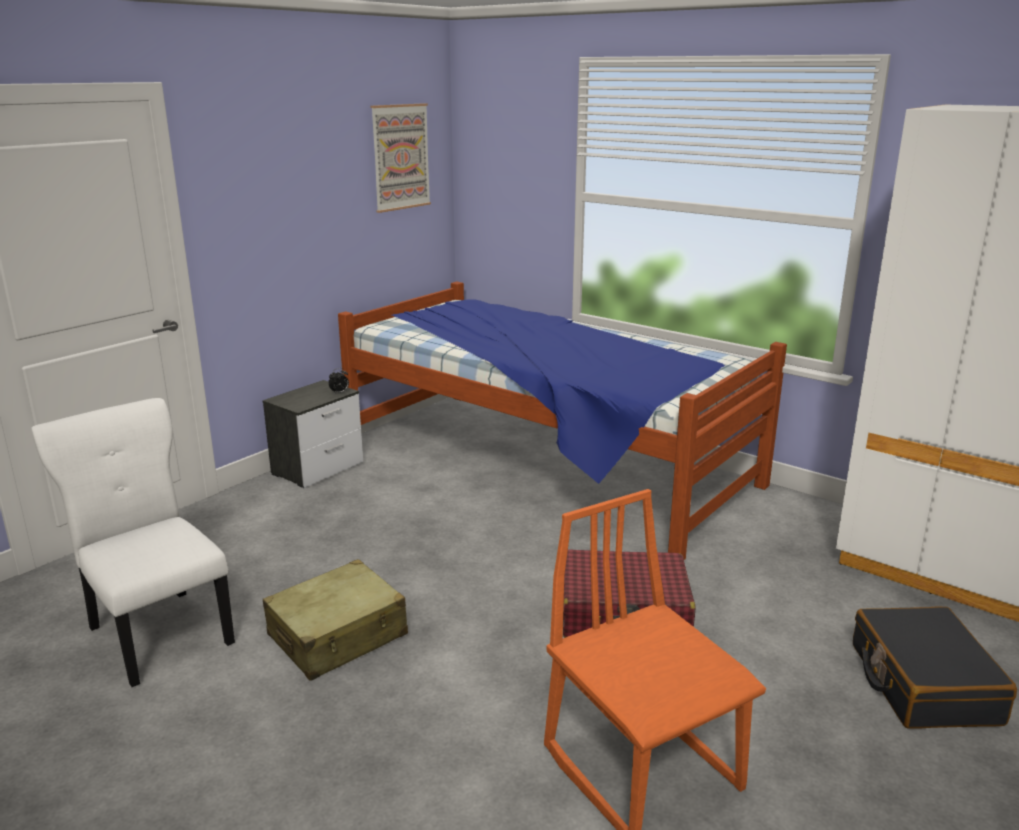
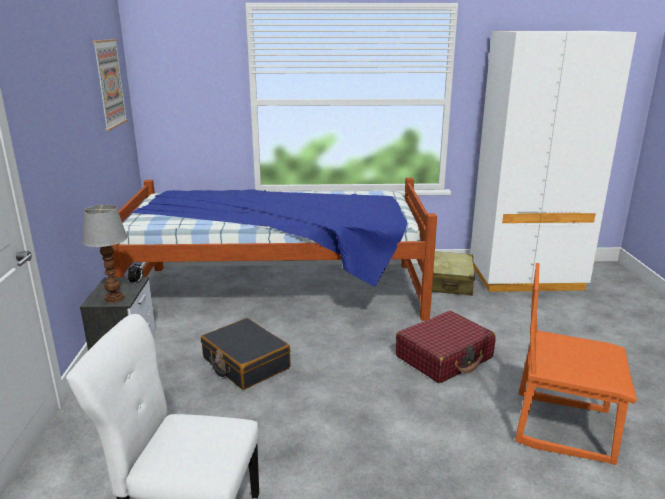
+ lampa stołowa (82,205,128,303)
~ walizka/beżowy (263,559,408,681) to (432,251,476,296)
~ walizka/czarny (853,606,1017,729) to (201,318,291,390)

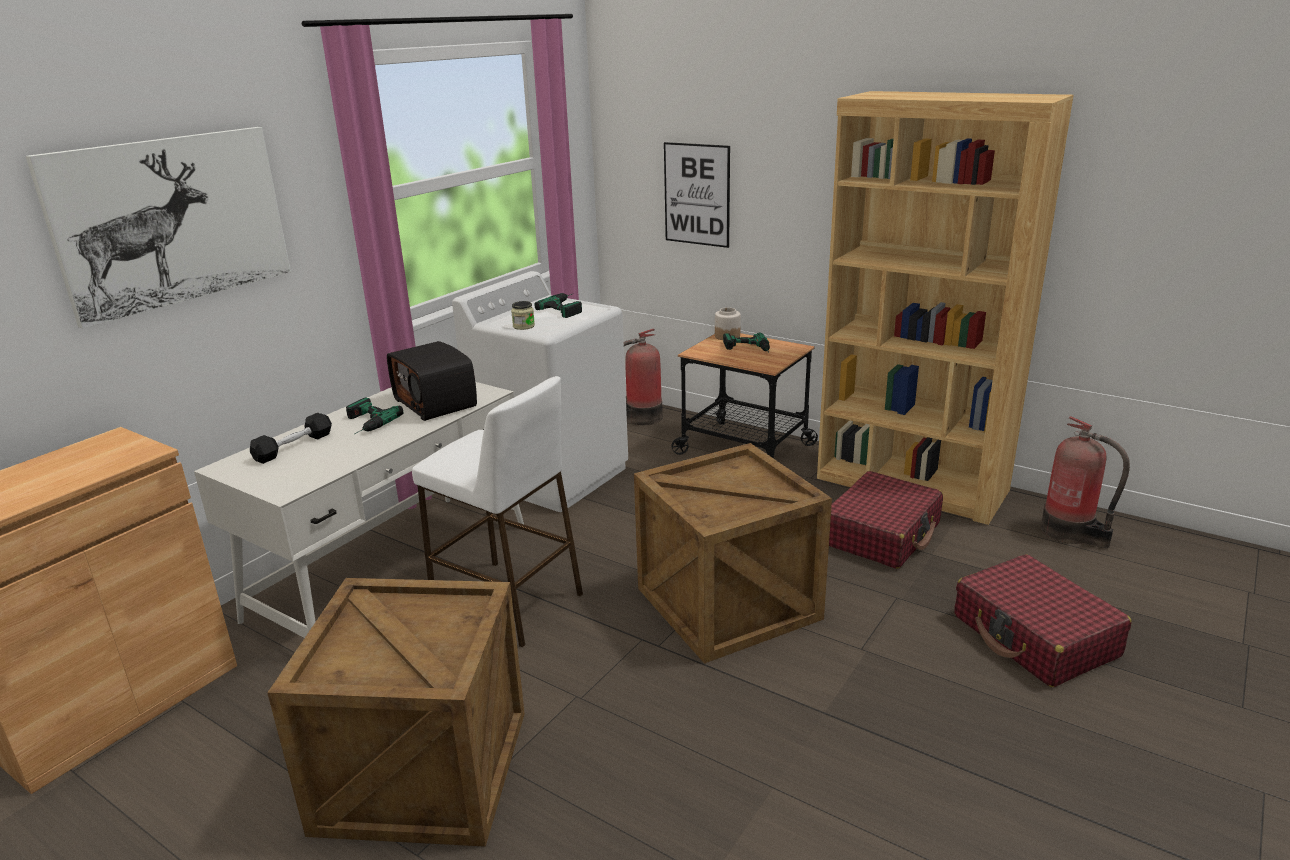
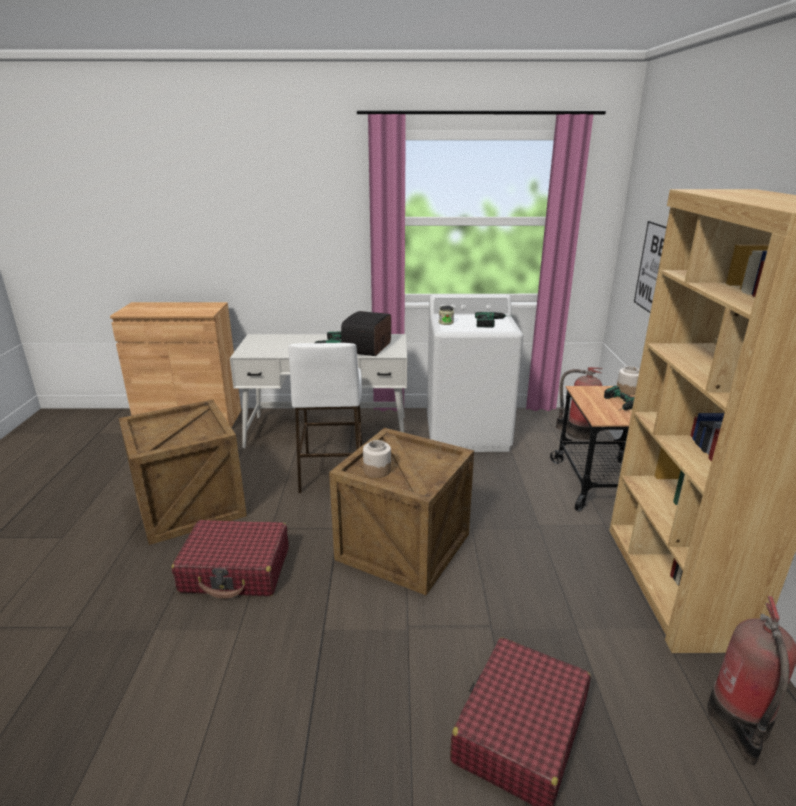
- obraz (26,127,291,328)
- hantel/czarny (250,413,332,464)
+ słoik (363,440,391,478)
~ walizka/czerwony (829,471,943,569) to (172,520,289,599)

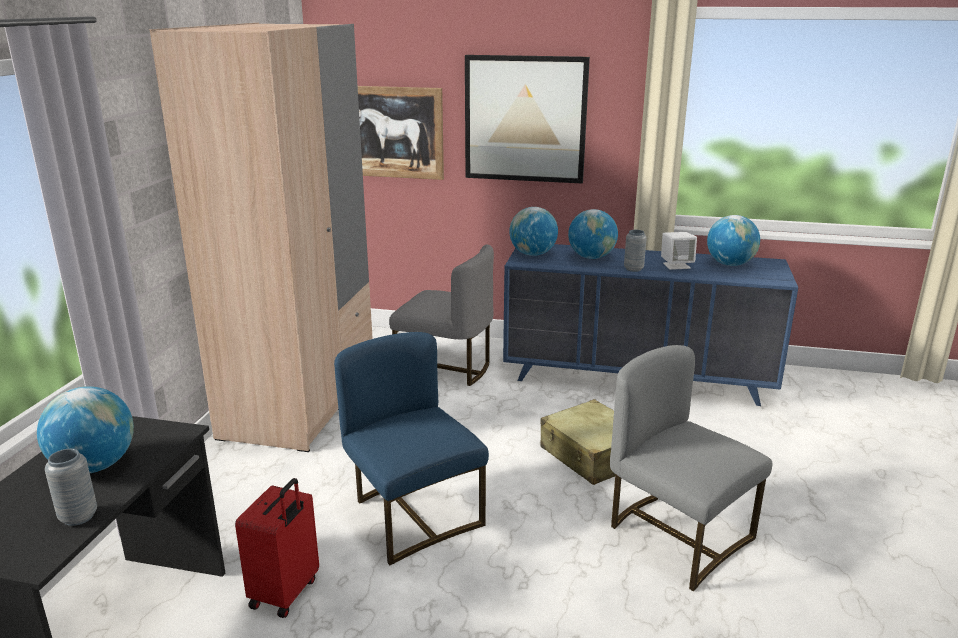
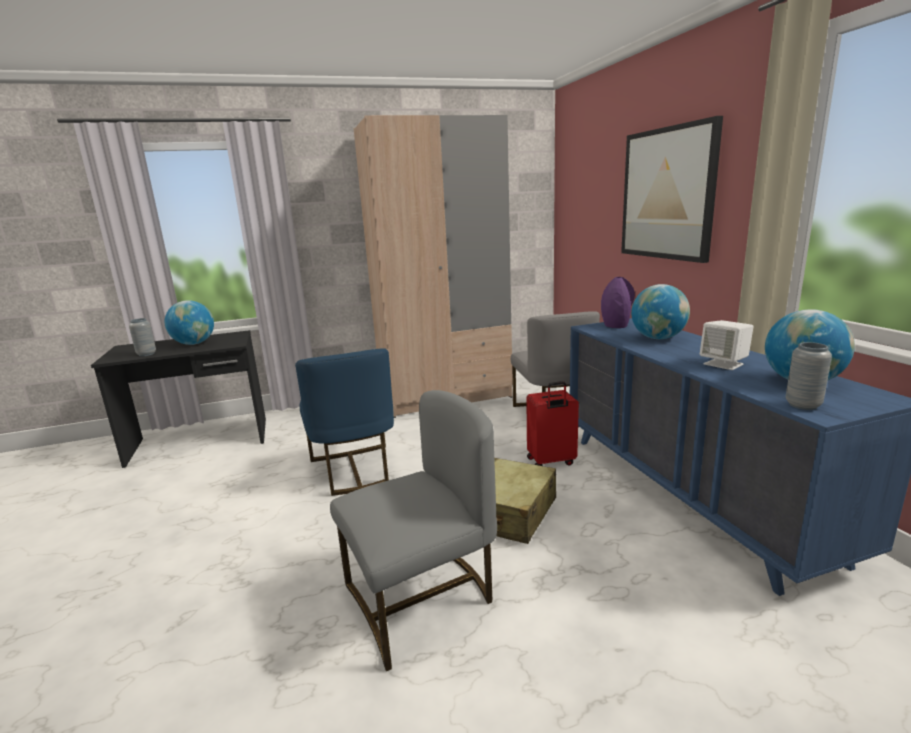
- obraz (358,86,444,180)
~ walizka/czerwony (235,478,319,618) to (526,381,579,466)
~ wazon/szary (624,230,647,272) to (786,342,832,410)
~ globus (509,207,558,256) to wazon/fioletowy (601,277,635,328)
~ krzesło/niebieski (334,332,489,565) = (295,348,394,496) 135 degrees clockwise
~ krzesło/szary (610,345,773,591) = (330,390,497,671) 45 degrees clockwise

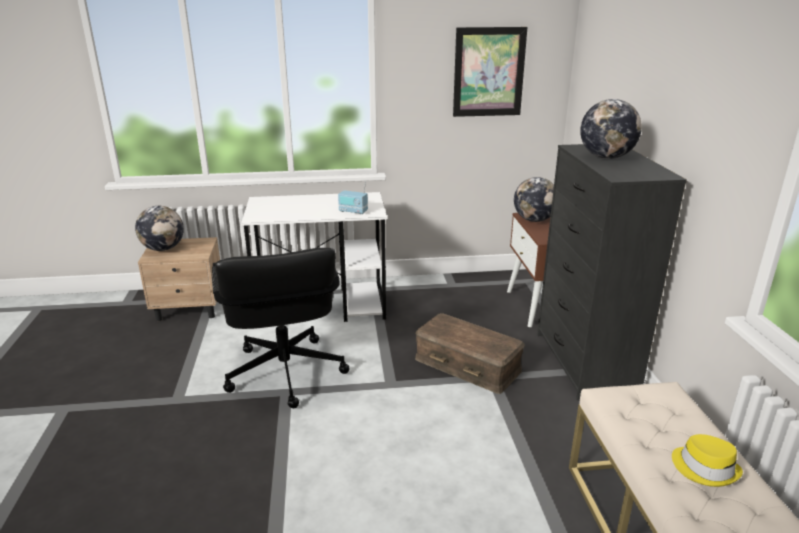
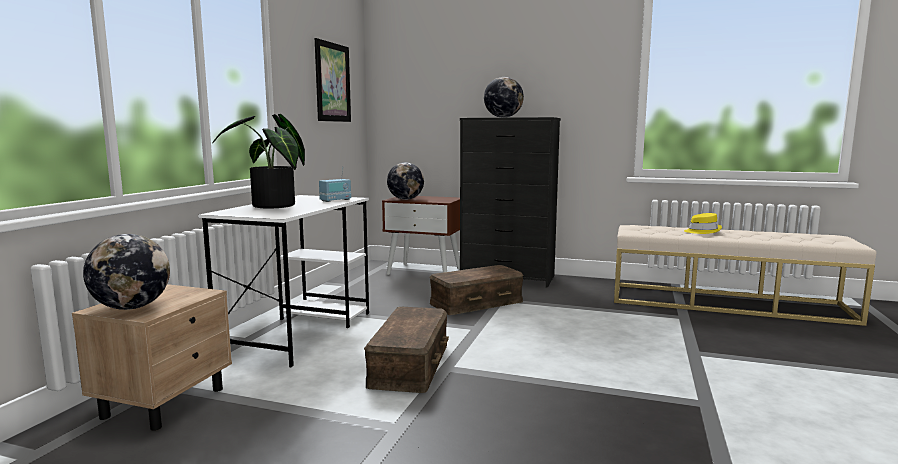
+ roślina doniczkowa (213,114,305,208)
~ krzesło biurowe/czarny (212,248,349,408) to pojemnik do przechowywania/brązowy (364,307,449,393)

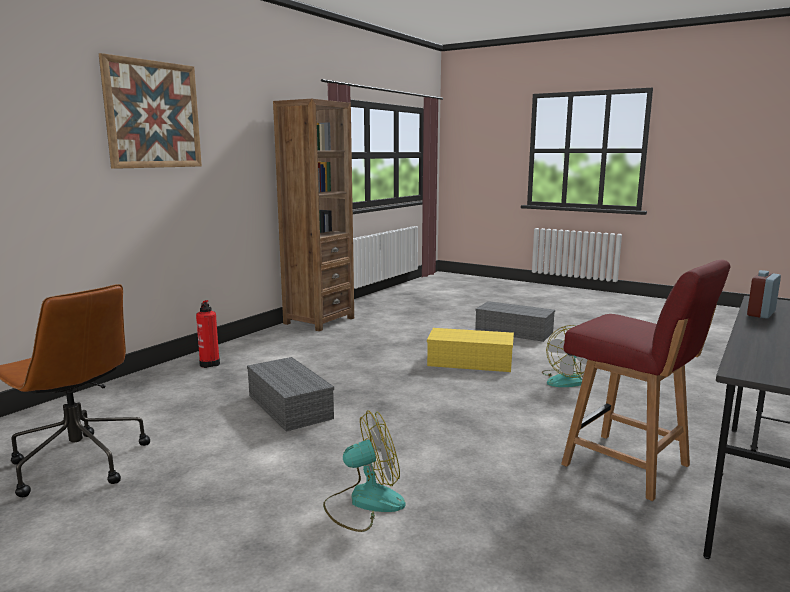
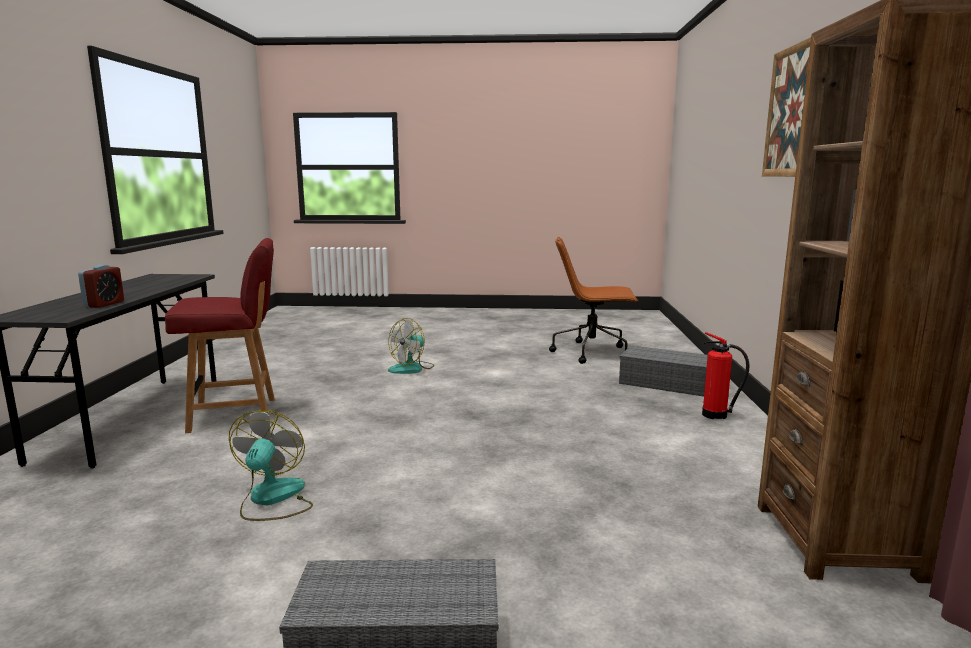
- pojemnik do przechowywania/żółty (427,328,514,372)
~ pojemnik do przechowywania/szary (247,357,334,432) to (619,345,708,397)
~ krzesło/czerwony (561,260,730,501) = (165,238,275,433) 150 degrees clockwise

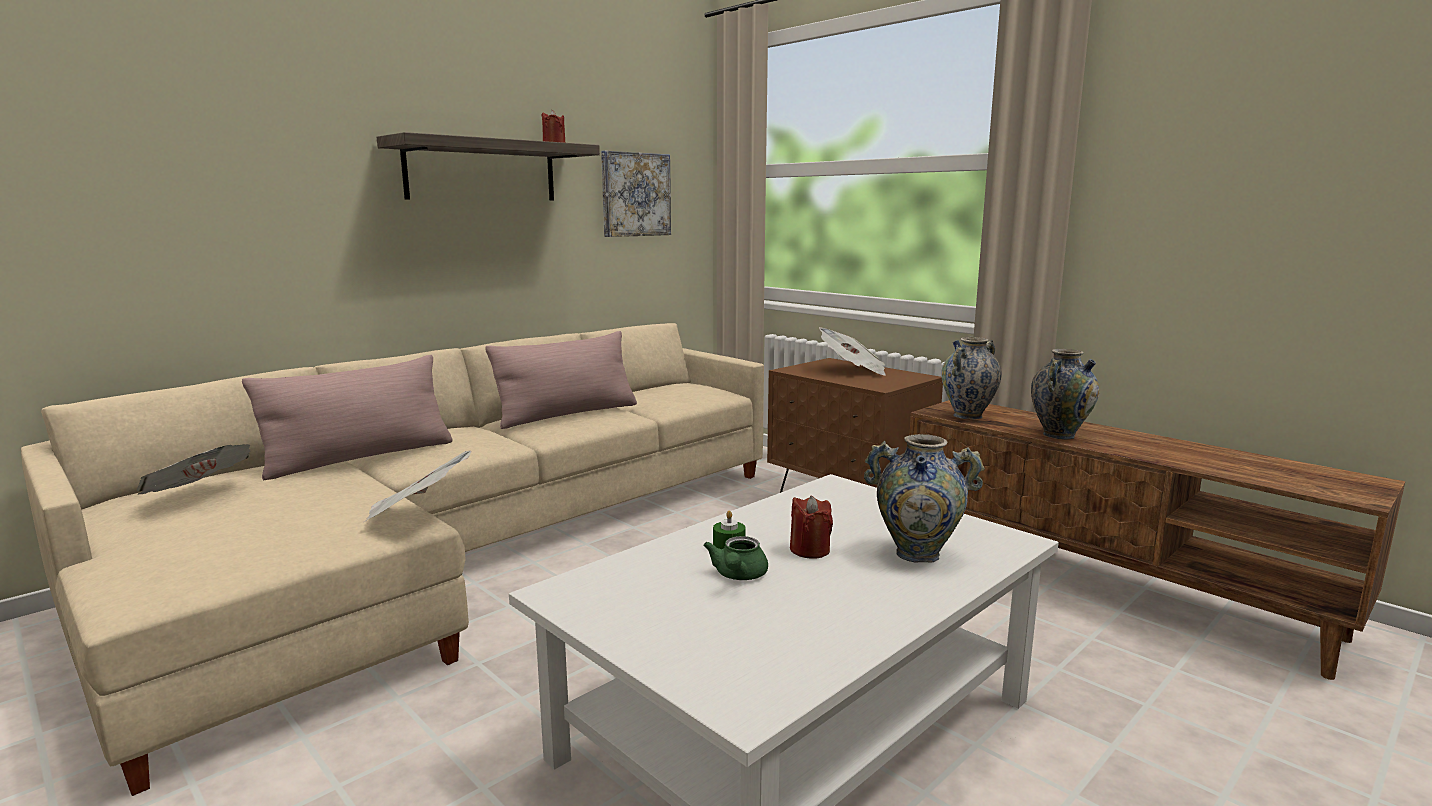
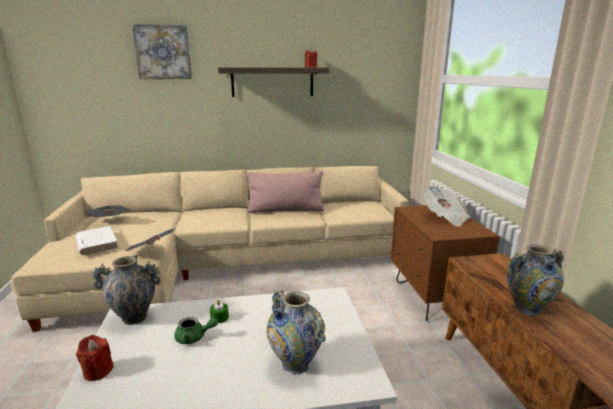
- poduszka/różowy (242,355,452,480)
+ książka/biały (76,226,118,256)
~ obraz (601,151,671,237) to (132,24,192,79)
~ świeca/czerwony (790,496,833,559) to (76,335,114,381)
~ wazon (941,337,1002,419) to (92,256,160,325)
~ imbryk/zielony (704,536,768,580) = (174,317,218,344) 135 degrees counterclockwise

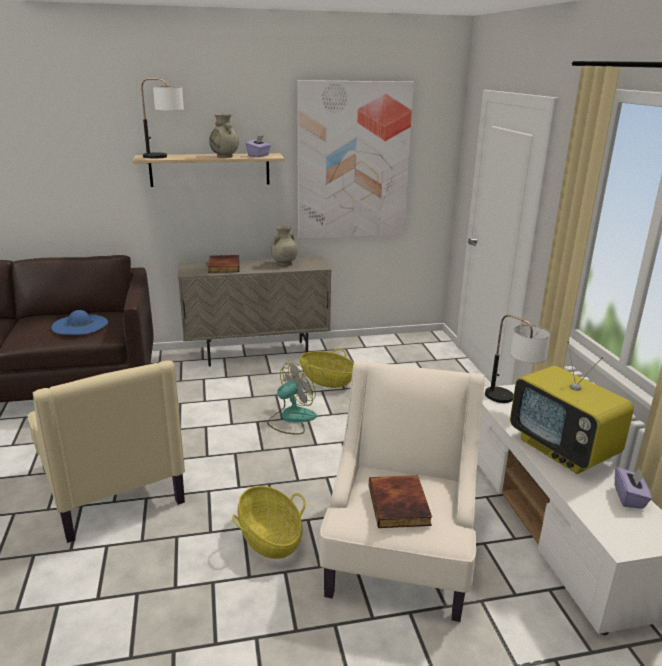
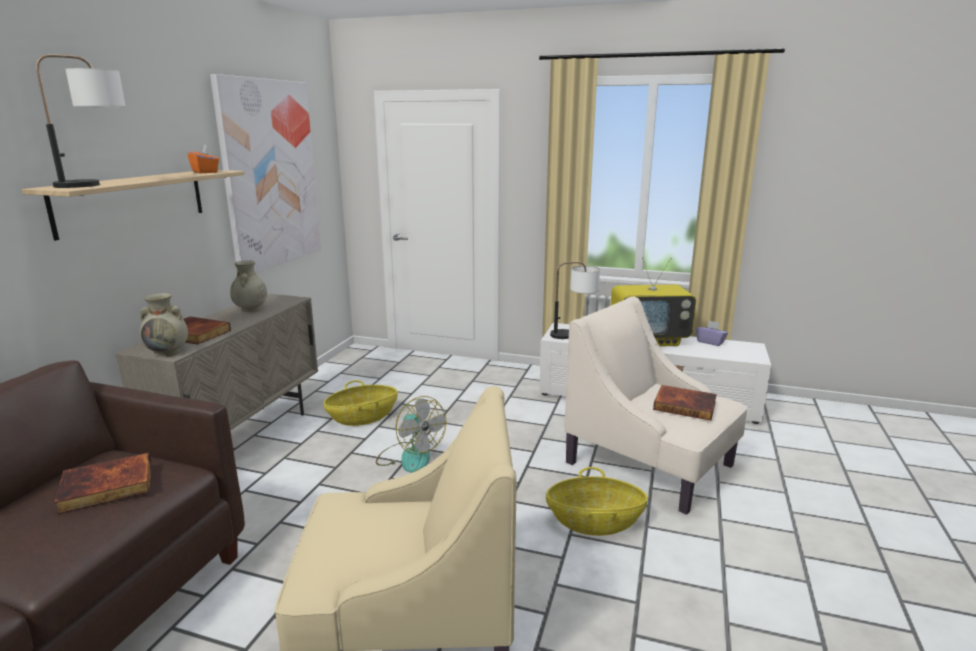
~ wazon/beżowy (209,114,239,158) to (140,293,188,357)
~ kapelusz/niebieski (51,310,108,335) to książka (55,452,151,514)
~ pudełko chusteczek/fioletowy (246,135,271,157) to pudełko chusteczek/pomarańczowy (188,145,219,173)
~ wentylator (267,363,317,434) = (376,396,447,473) 150 degrees clockwise

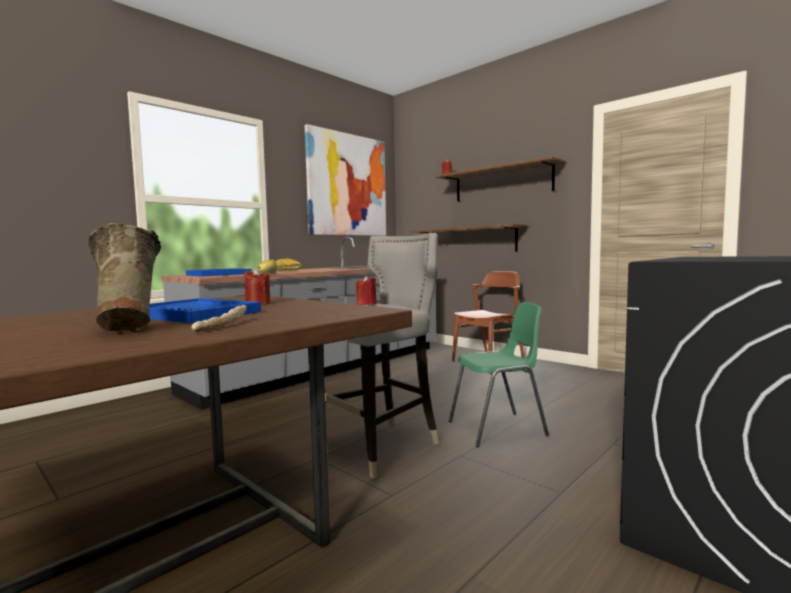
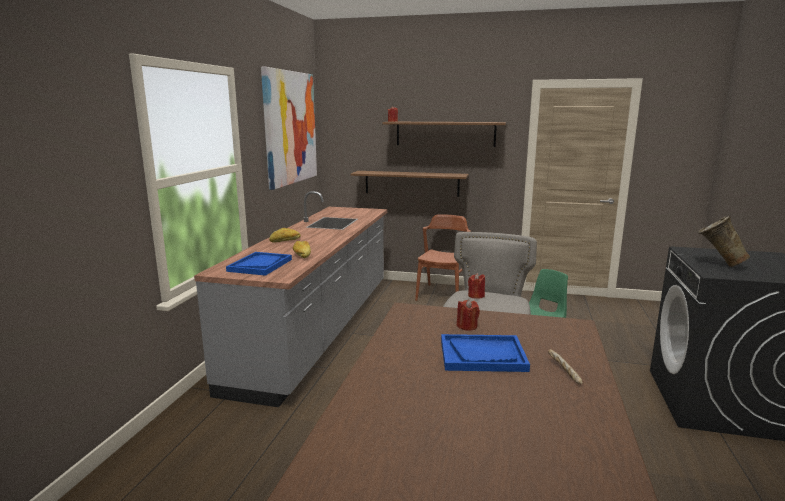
~ wazon/beżowy (88,223,161,333) to (698,216,750,267)

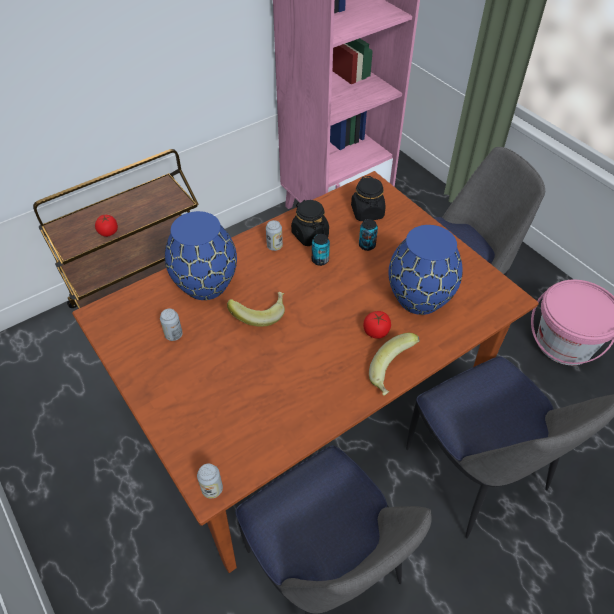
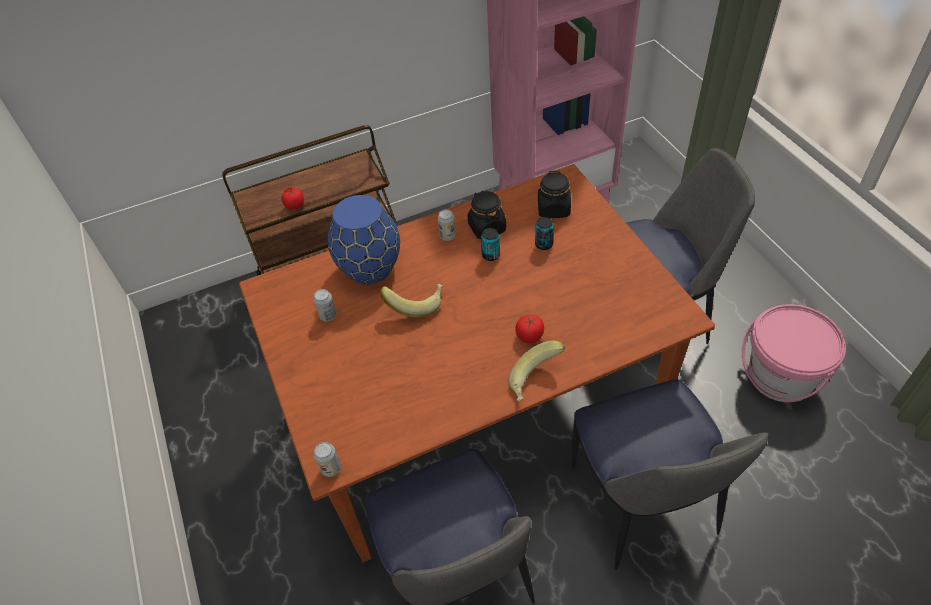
- wazon/niebieski (389,225,463,315)

